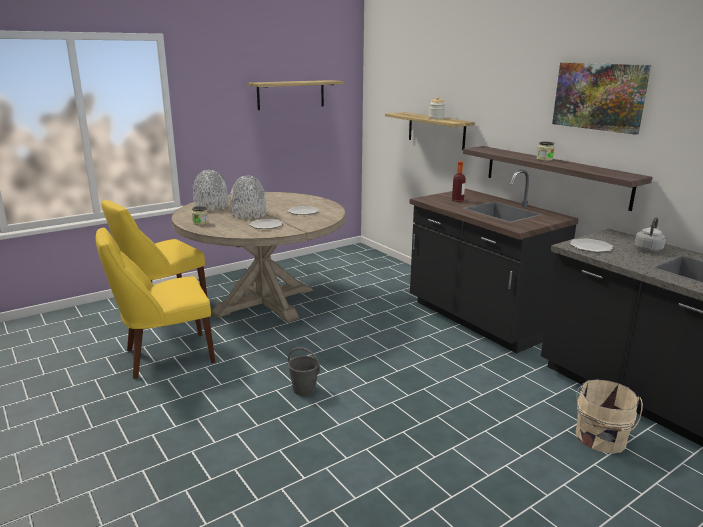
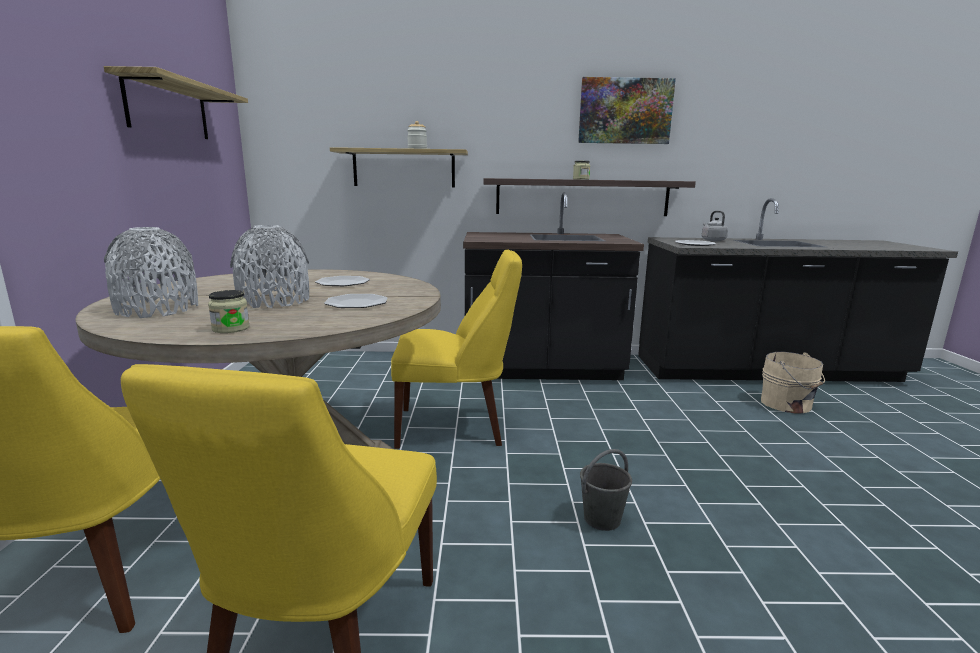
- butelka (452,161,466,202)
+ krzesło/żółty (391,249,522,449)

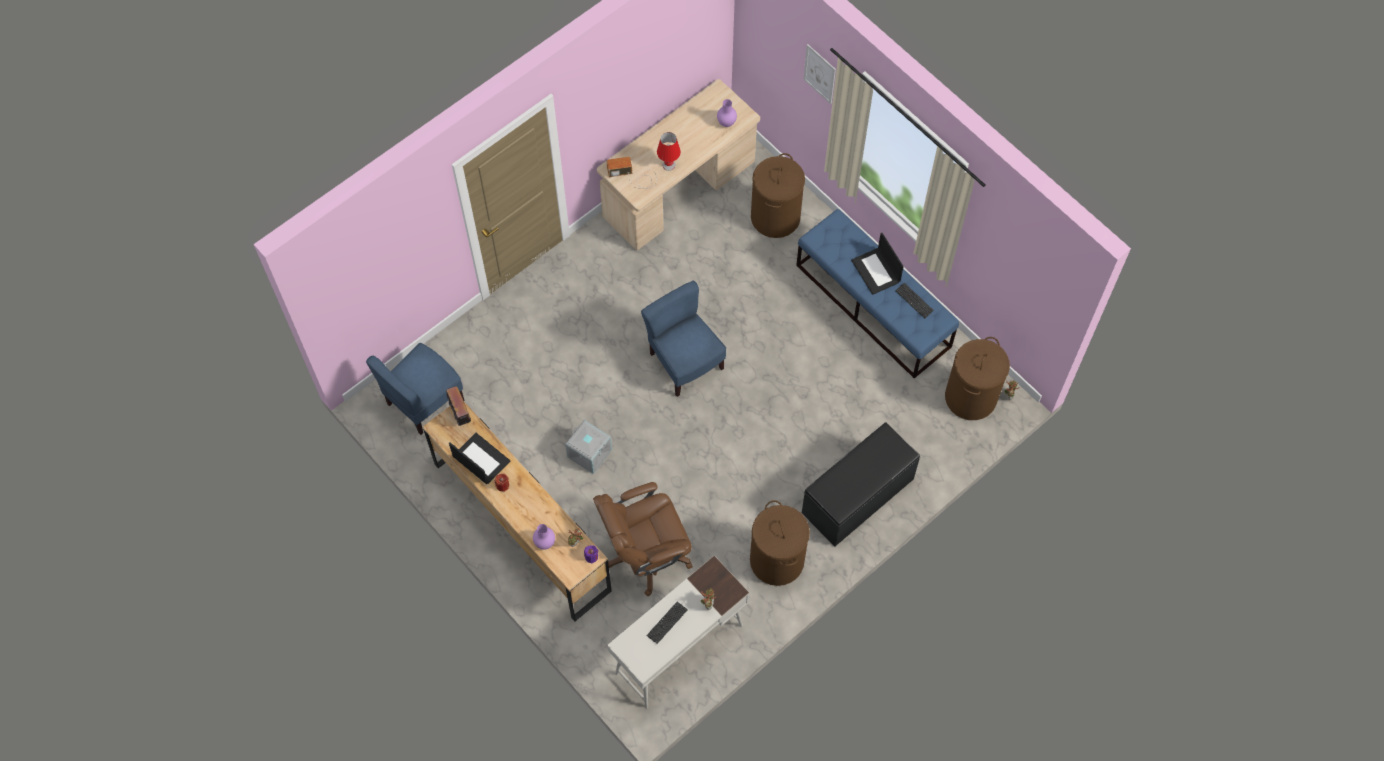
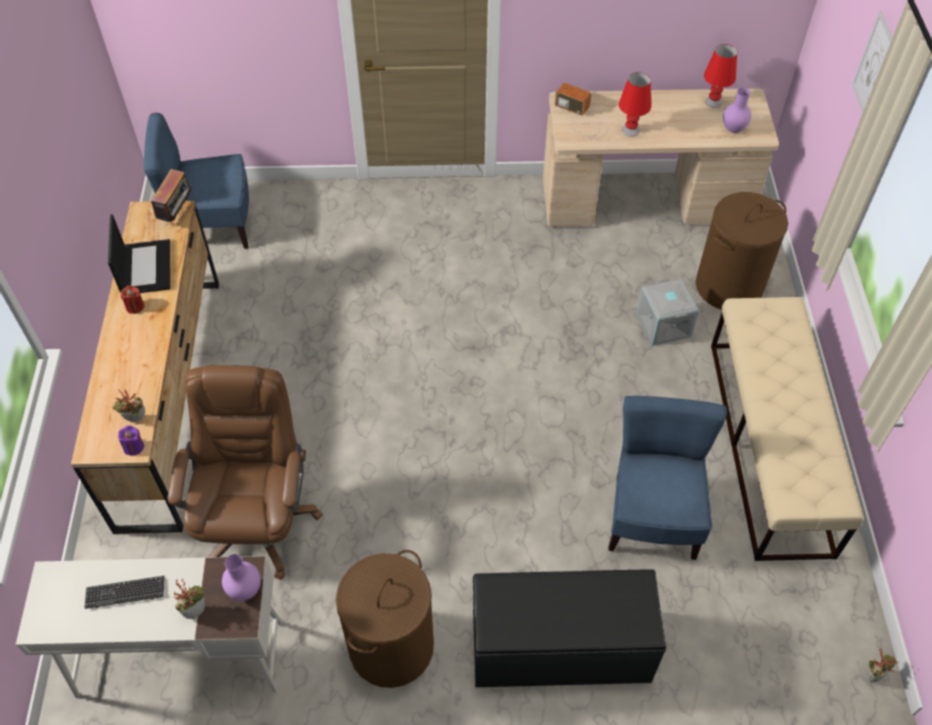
- laptop (851,233,904,295)
- klawiatura (895,283,934,319)
- kosz na pranie/brązowy (945,337,1010,420)
+ lampa stołowa/czerwony (704,44,737,108)
~ wazon/fioletowy (533,524,555,550) to (222,554,261,601)
~ pojemnik do przechowywania/szary (565,420,612,474) to (637,279,699,346)
~ krzesło/niebieski (641,281,726,397) to (608,396,727,560)
~ ławka/niebieski (796,209,959,379) to ławka/beżowy (711,297,864,561)
~ krzesło biurowe/brązowy (593,482,693,596) = (167,365,323,580) 75 degrees clockwise

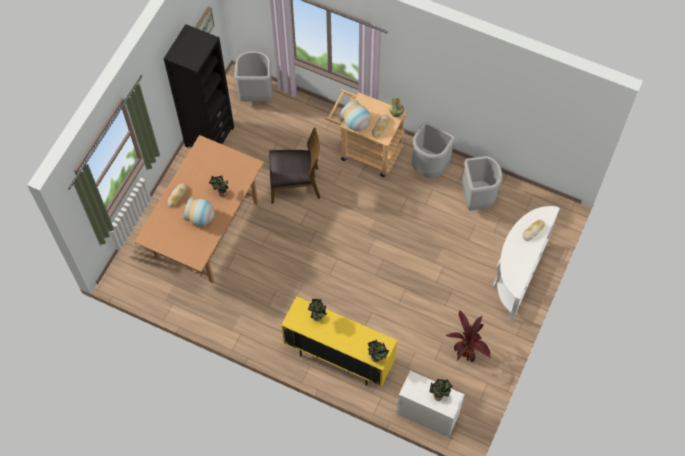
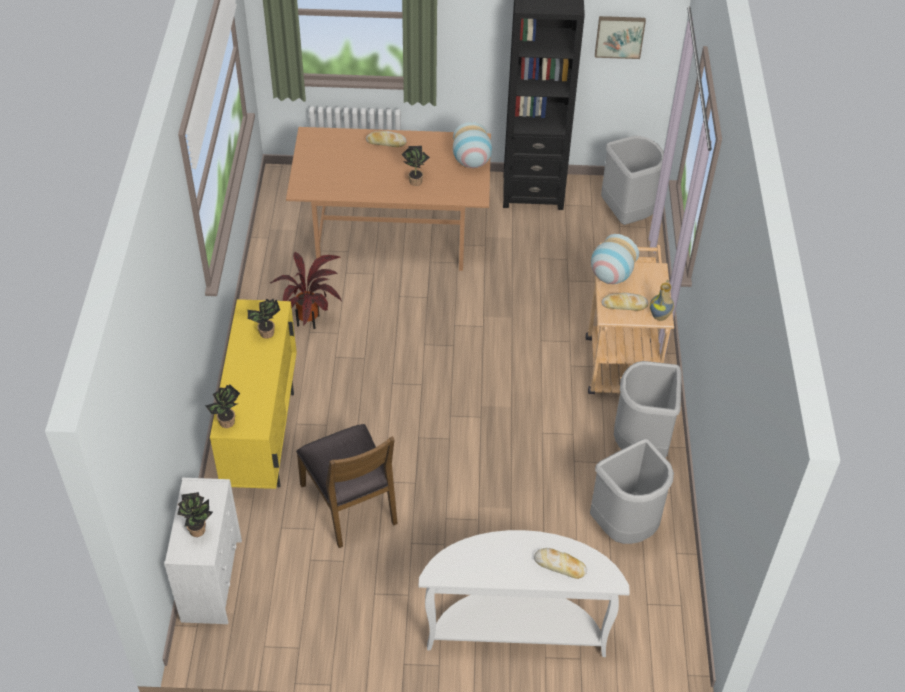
~ wazon (184,197,215,226) to (453,122,492,168)
~ krzesło/brązowy (269,128,320,204) to (296,424,398,548)
~ roślina doniczkowa (446,311,491,362) to (270,251,342,329)

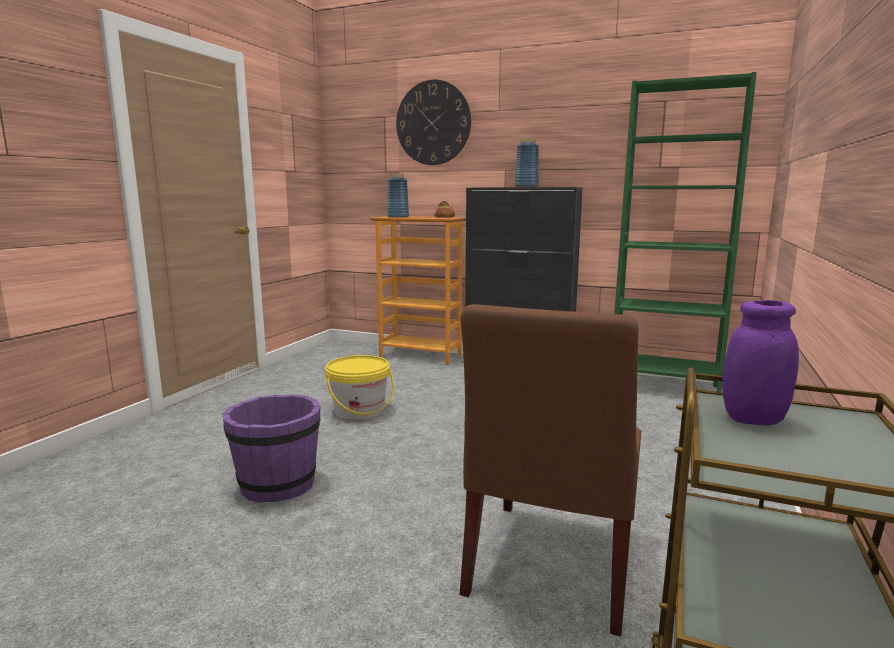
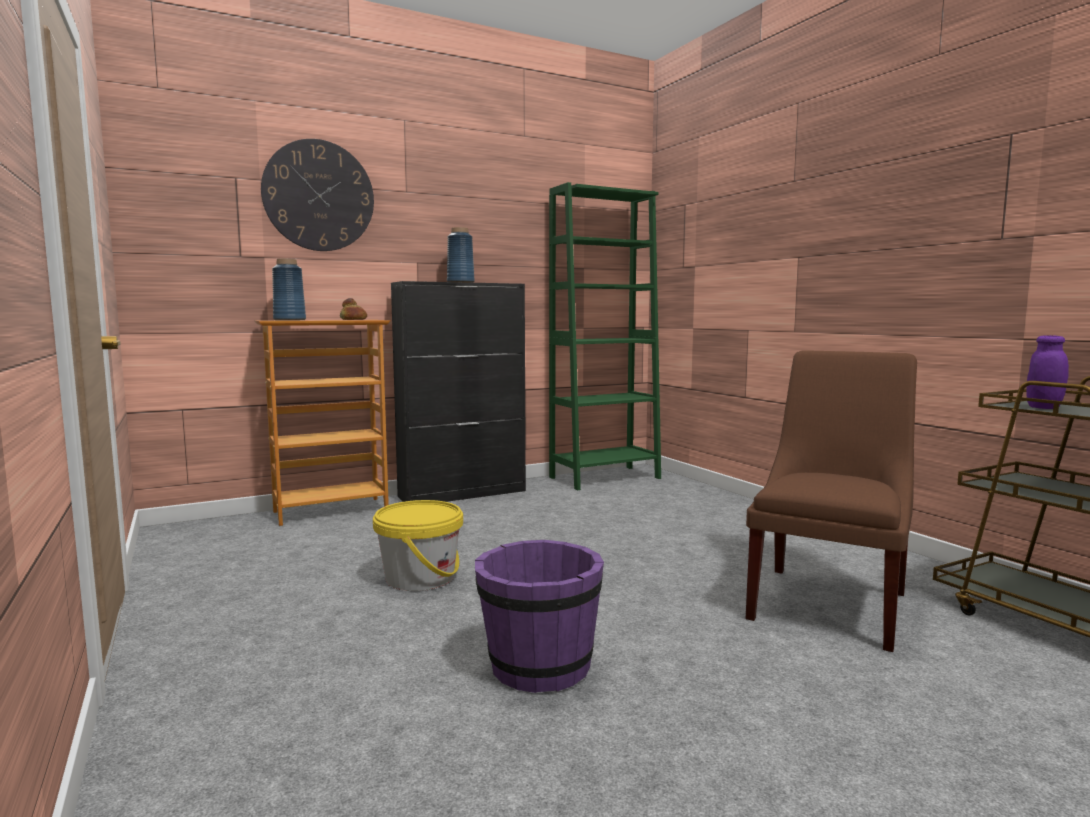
~ krzesło/brązowy (460,304,641,636) = (746,350,917,652) 120 degrees counterclockwise

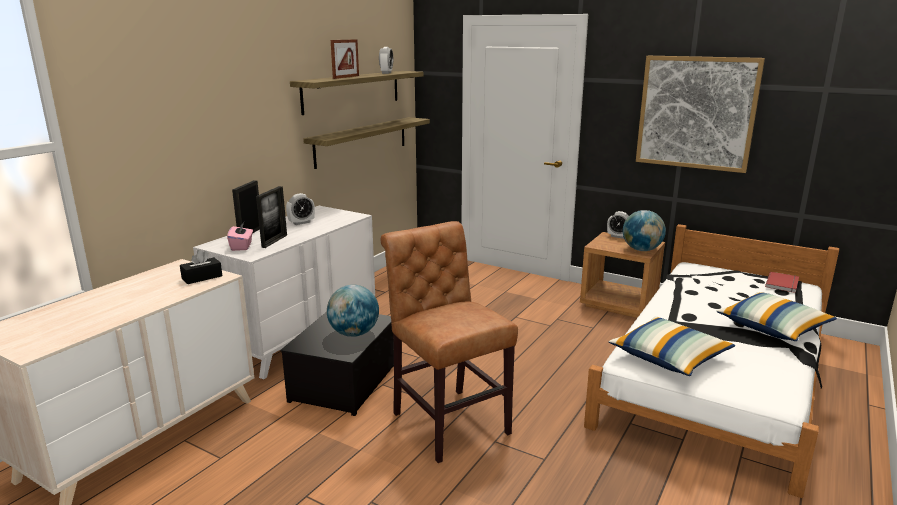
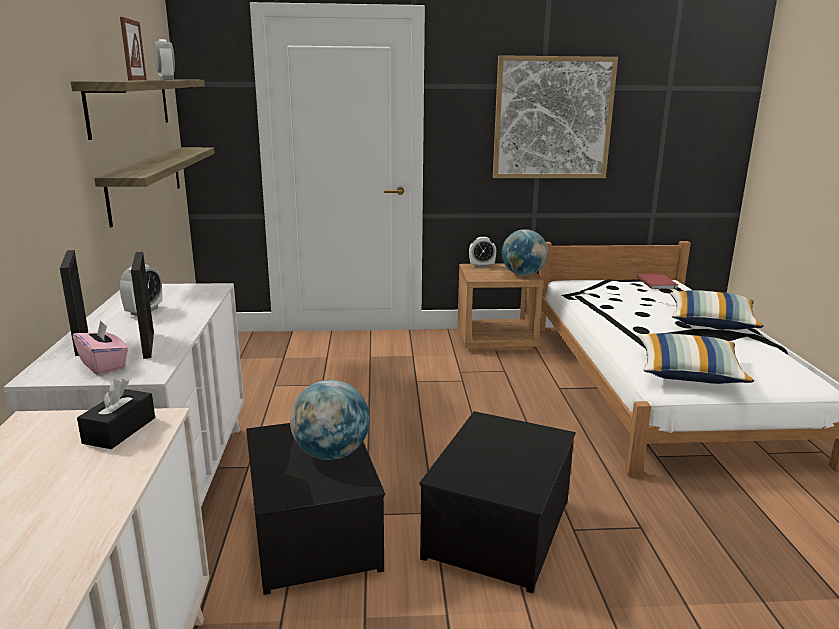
~ krzesło/brązowy (381,221,518,463) to pojemnik do przechowywania (419,411,576,593)

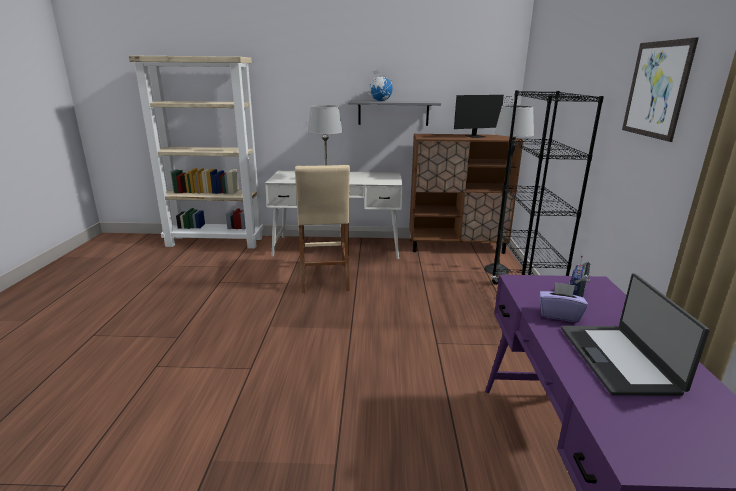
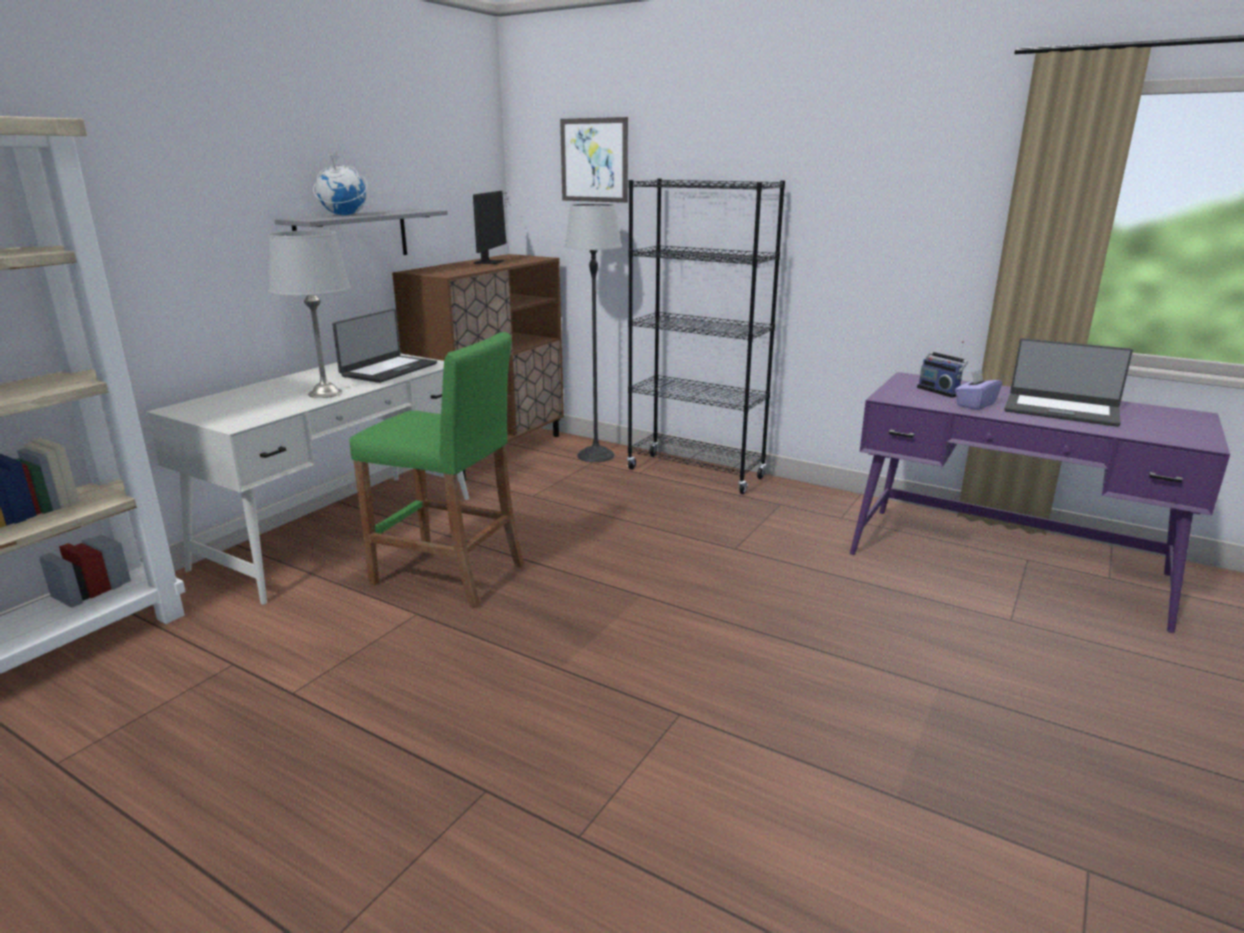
+ laptop (332,309,437,383)
~ obraz (622,38,698,142) to (560,117,628,203)
~ stołek/beżowy (295,165,350,293) to stołek/zielony (349,332,524,608)

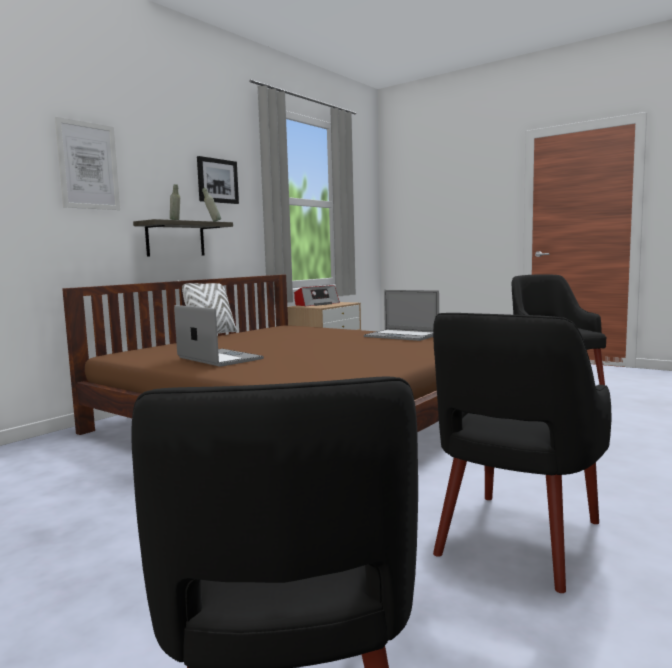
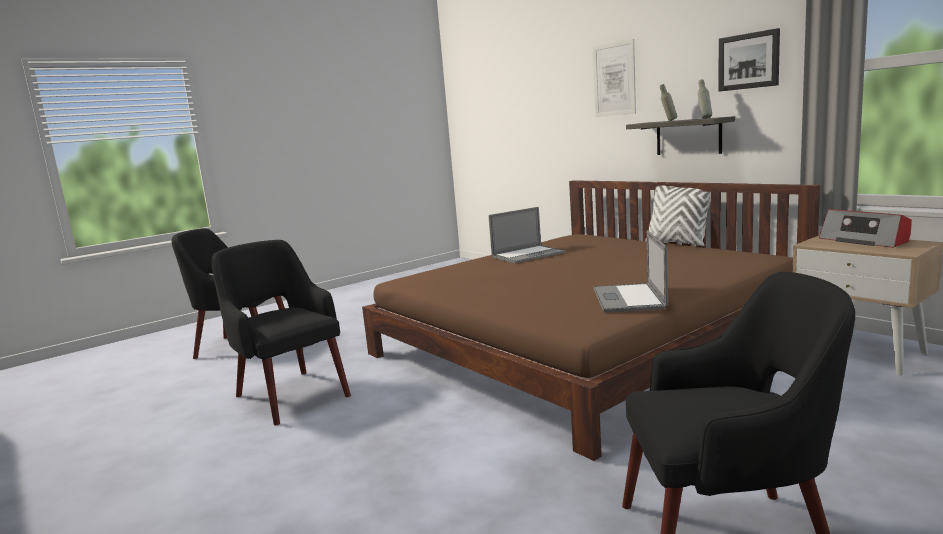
~ laptop (364,290,439,341) = (593,230,668,313) 45 degrees counterclockwise

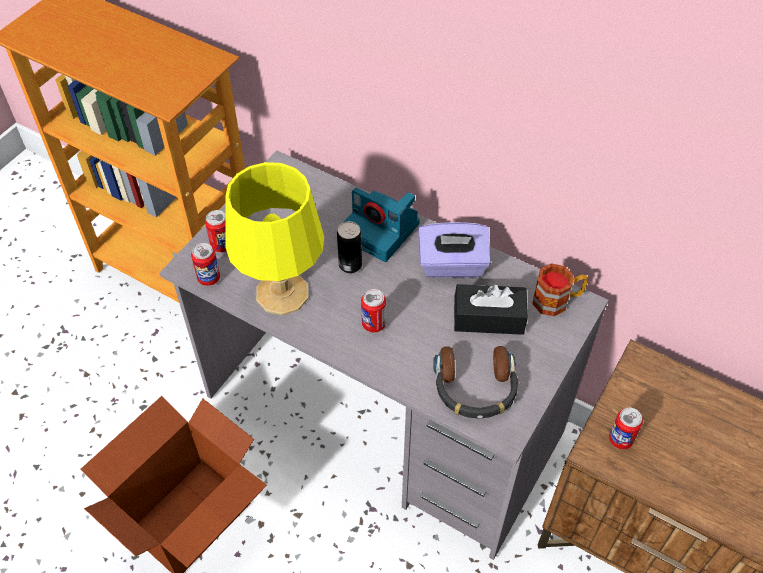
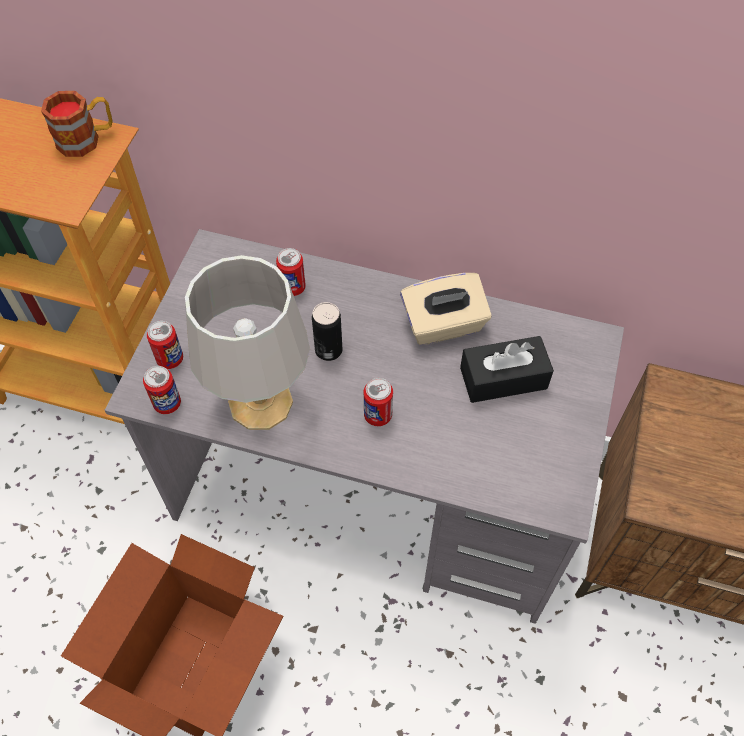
- aparat fotograficzny (343,188,420,262)
- słuchawki (433,346,518,419)
~ kubek (532,263,588,316) to (41,91,113,157)
~ puszka (609,407,643,449) to (276,248,306,296)
~ lampa stołowa/żółty (225,162,324,315) to lampa stołowa/szary (185,255,310,430)
~ pudełko chusteczek/fioletowy (418,222,491,278) to pudełko chusteczek/beżowy (400,273,492,345)

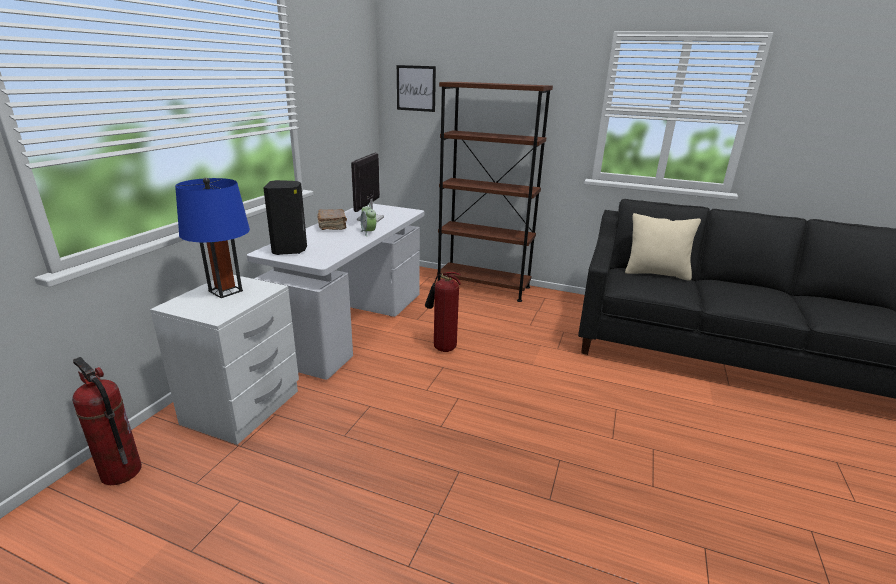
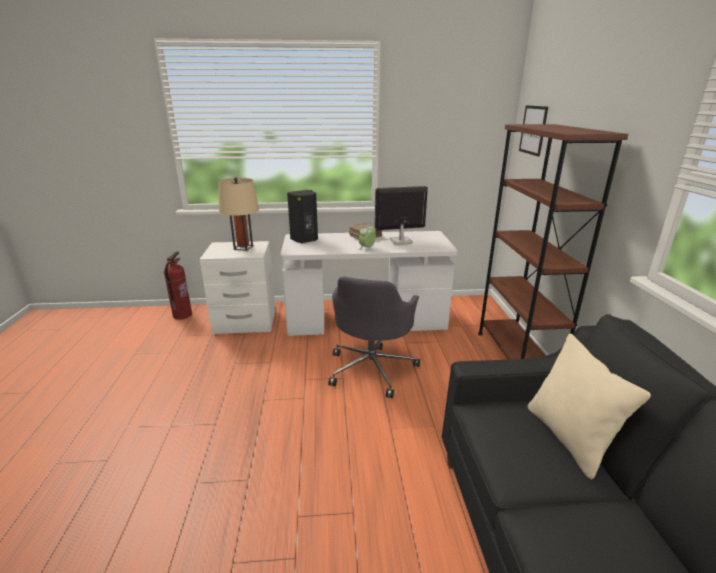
~ gaśnica (425,272,461,352) to krzesło biurowe/szary (328,276,420,398)
~ lampa stołowa/niebieski (175,178,250,298) to lampa stołowa/beżowy (218,177,259,251)

